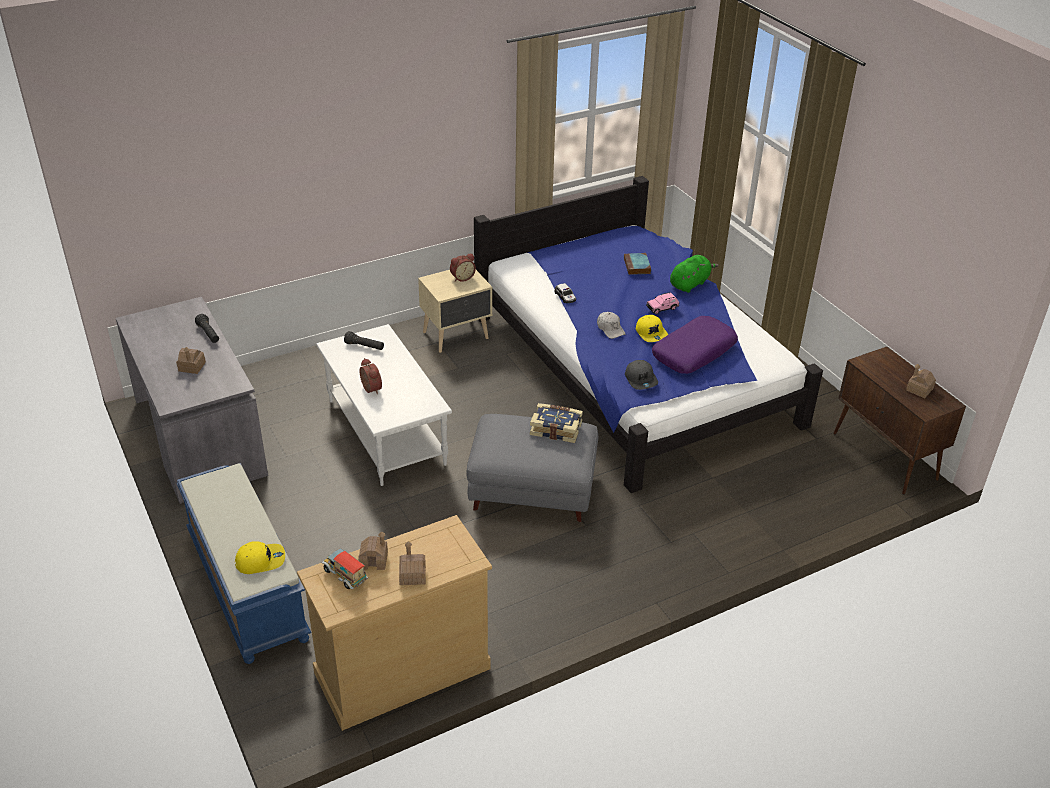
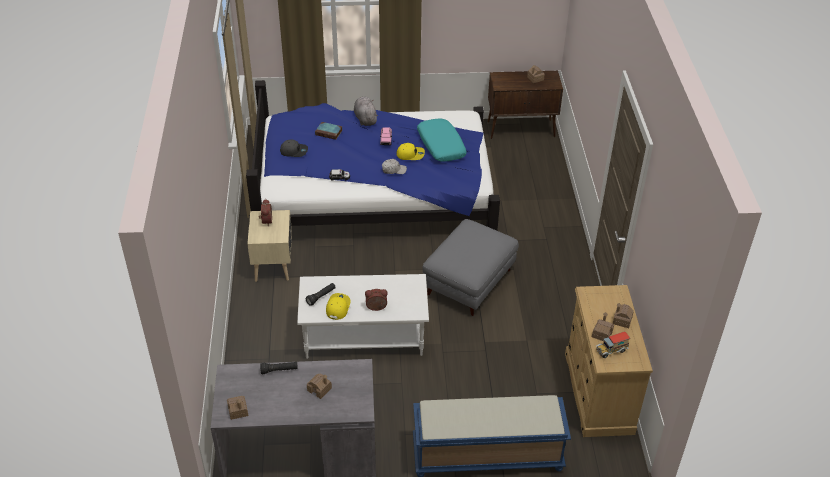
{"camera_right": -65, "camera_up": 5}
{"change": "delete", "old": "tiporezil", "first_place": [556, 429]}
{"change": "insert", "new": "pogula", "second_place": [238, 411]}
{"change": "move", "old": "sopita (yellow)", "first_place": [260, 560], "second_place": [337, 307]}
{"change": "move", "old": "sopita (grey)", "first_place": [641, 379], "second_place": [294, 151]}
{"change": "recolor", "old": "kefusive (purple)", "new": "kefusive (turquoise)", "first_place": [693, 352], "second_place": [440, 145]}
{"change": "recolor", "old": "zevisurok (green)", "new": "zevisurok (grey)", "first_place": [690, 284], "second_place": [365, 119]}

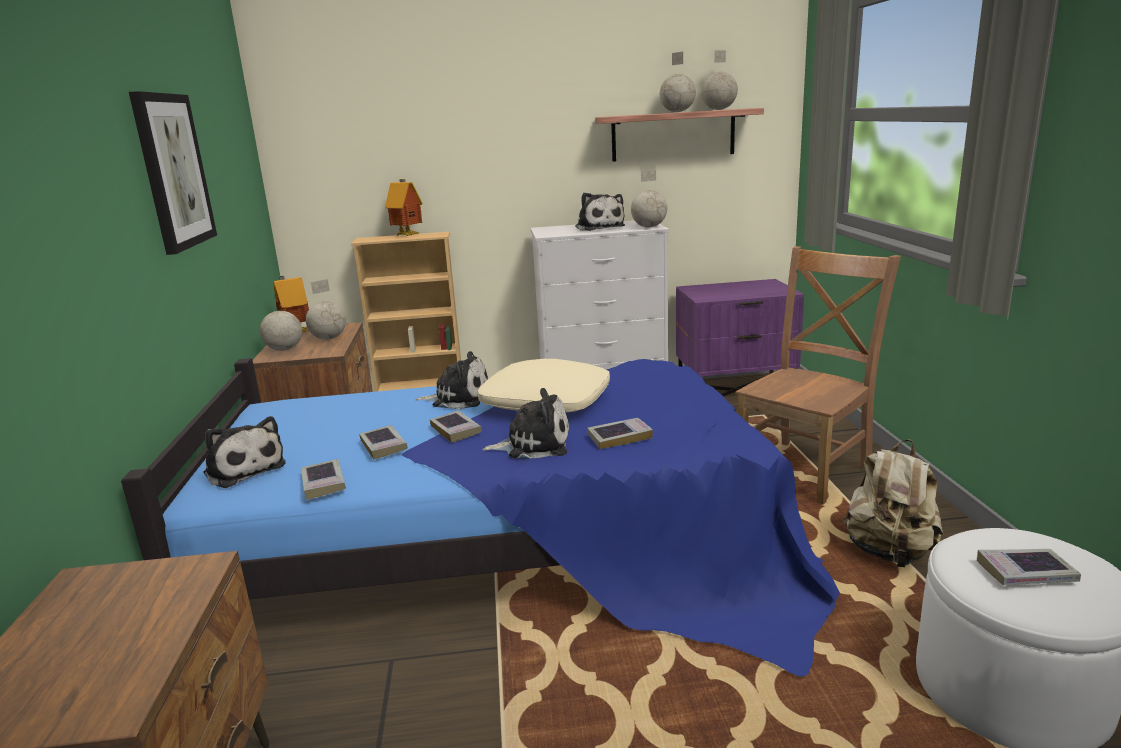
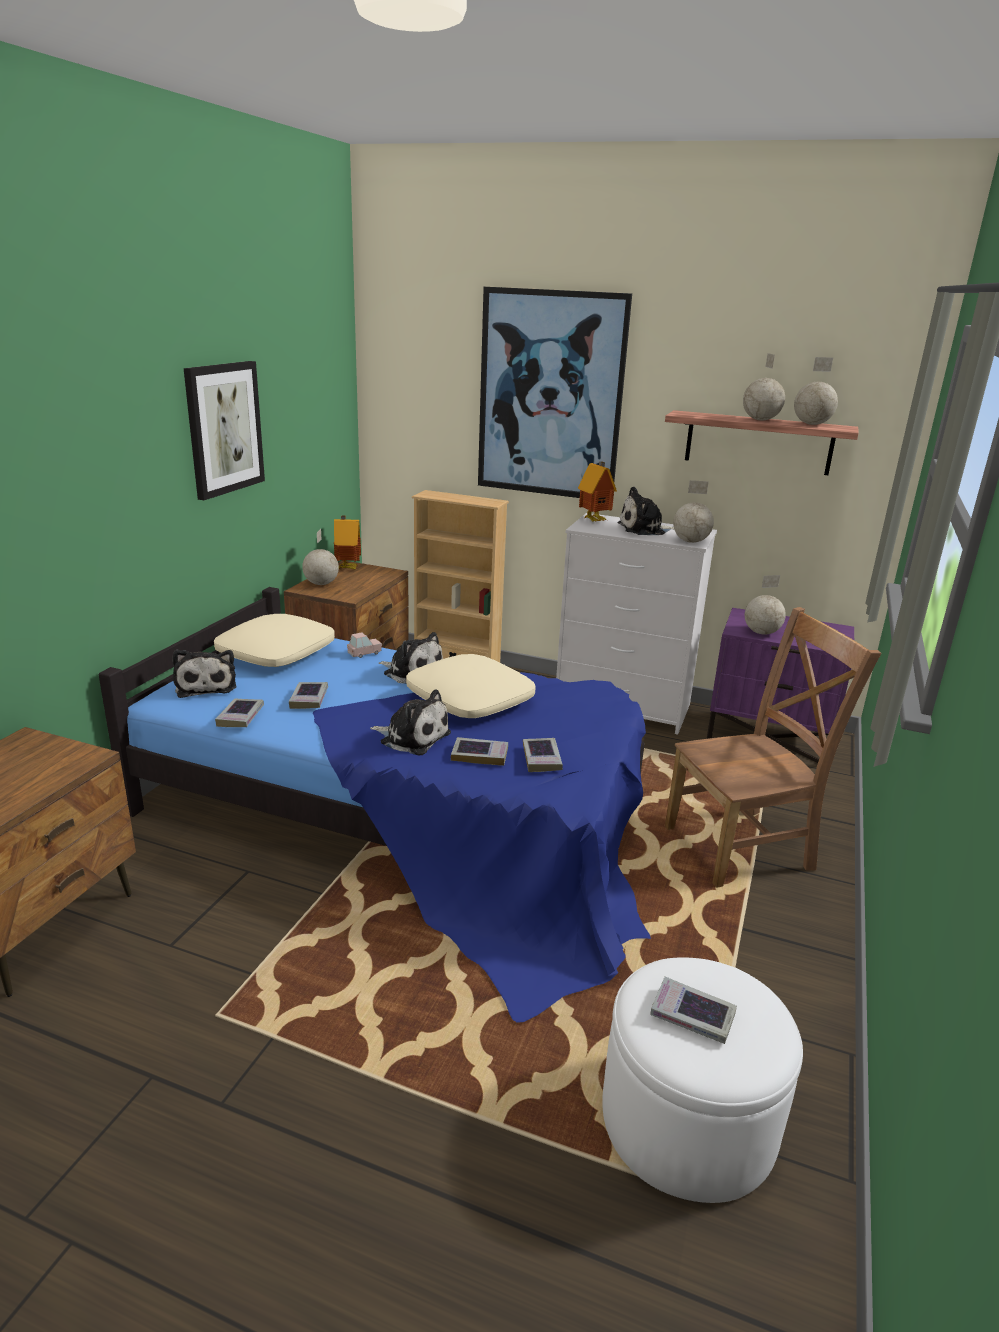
{"camera_right": 25, "camera_up": 5}
{"change": "delete", "old": "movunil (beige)", "first_place": [889, 553]}
{"change": "insert", "new": "kefusive (beige)", "second_place": [276, 653]}
{"change": "insert", "new": "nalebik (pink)", "second_place": [365, 653]}
{"change": "insert", "new": "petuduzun", "second_place": [550, 396]}
{"change": "move", "old": "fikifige", "first_place": [328, 338], "second_place": [761, 633]}
{"change": "move", "old": "pogula", "first_place": [408, 235], "second_place": [595, 520]}
{"change": "move", "old": "tiporezil", "first_place": [456, 430], "second_place": [541, 758]}
{"change": "rotate", "old": "zevisurok", "first_place": [599, 227], "second_place": [644, 529], "degrees": 75}

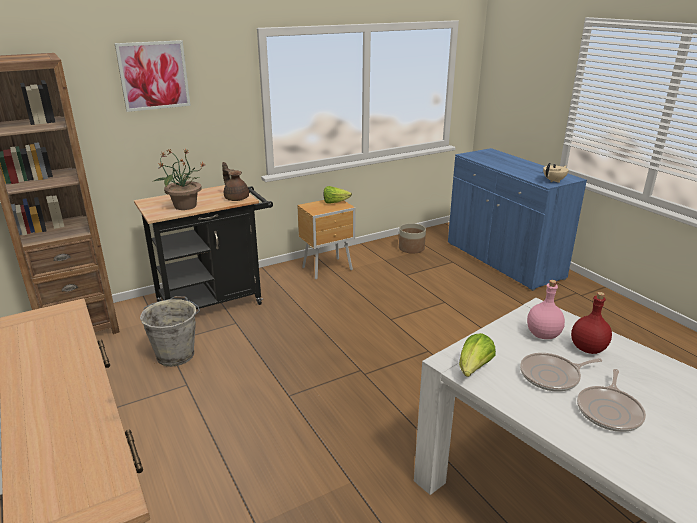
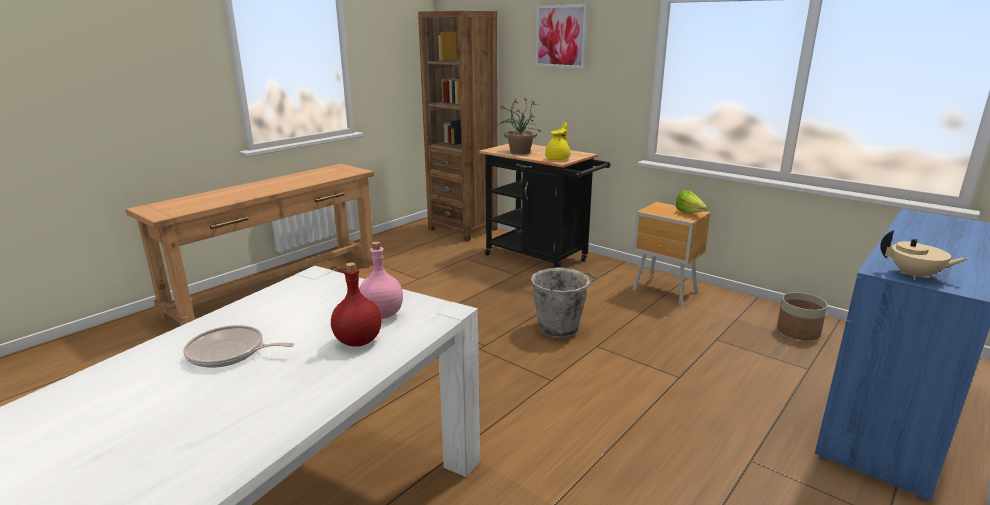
{"camera_right": 70, "camera_up": -5}
{"change": "delete", "old": "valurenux", "first_place": [474, 369]}
{"change": "delete", "old": "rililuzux", "first_place": [552, 376]}
{"change": "move", "old": "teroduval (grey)", "first_place": [176, 354], "second_place": [560, 328]}
{"change": "recolor", "old": "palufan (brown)", "new": "palufan (yellow)", "first_place": [236, 198], "second_place": [558, 159]}

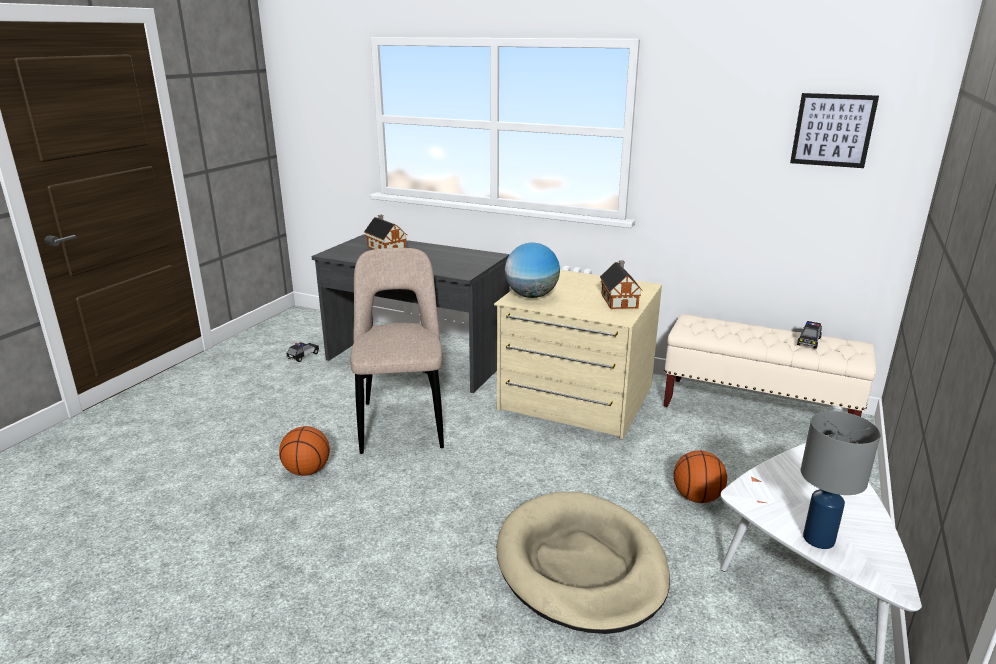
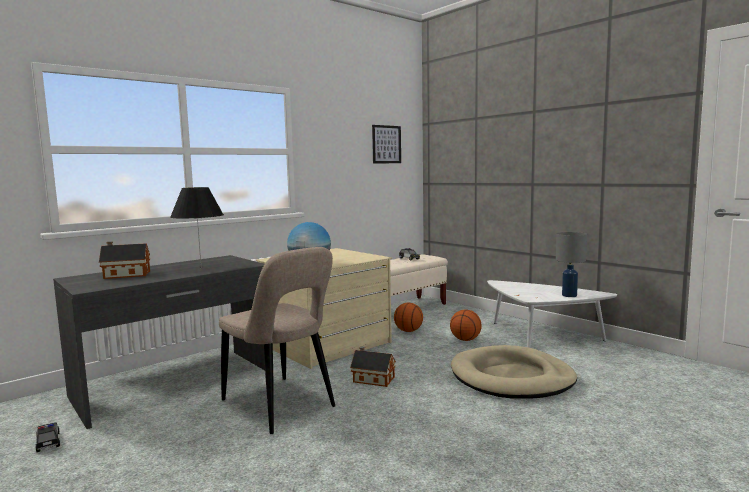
{"camera_right": -65, "camera_up": -15}
{"change": "insert", "new": "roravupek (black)", "second_place": [200, 268]}
{"change": "move", "old": "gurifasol", "first_place": [307, 471], "second_place": [408, 331]}
{"change": "move", "old": "pogula", "first_place": [619, 300], "second_place": [372, 379]}
{"change": "rotate", "old": "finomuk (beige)", "first_place": [402, 422], "second_place": [281, 406], "degrees": -150}

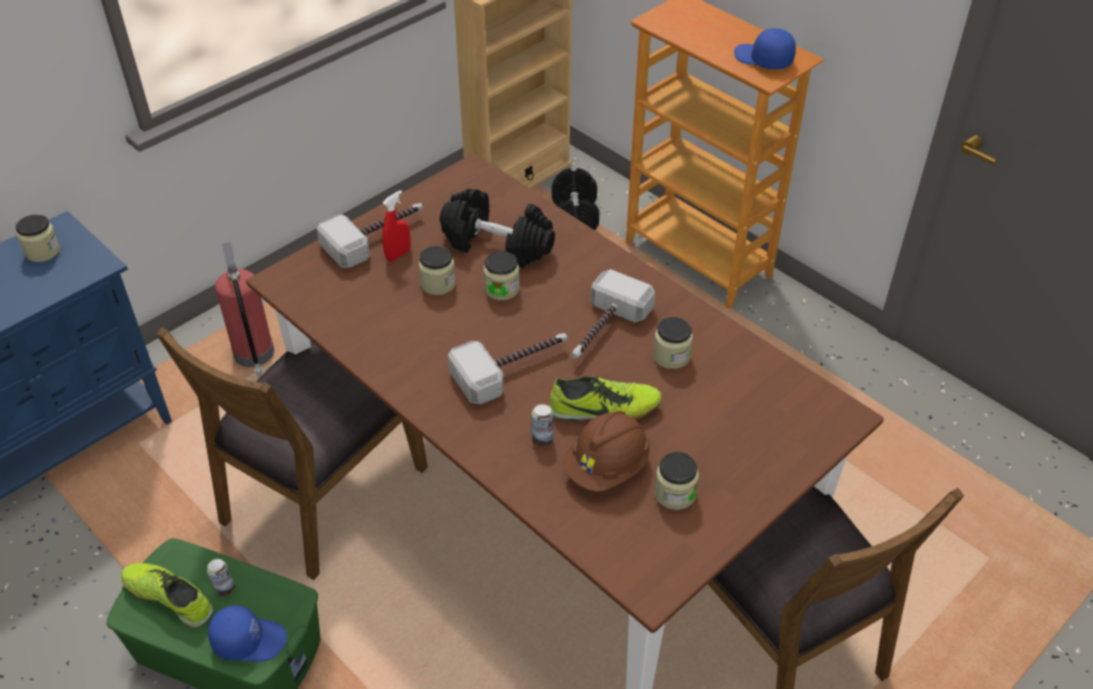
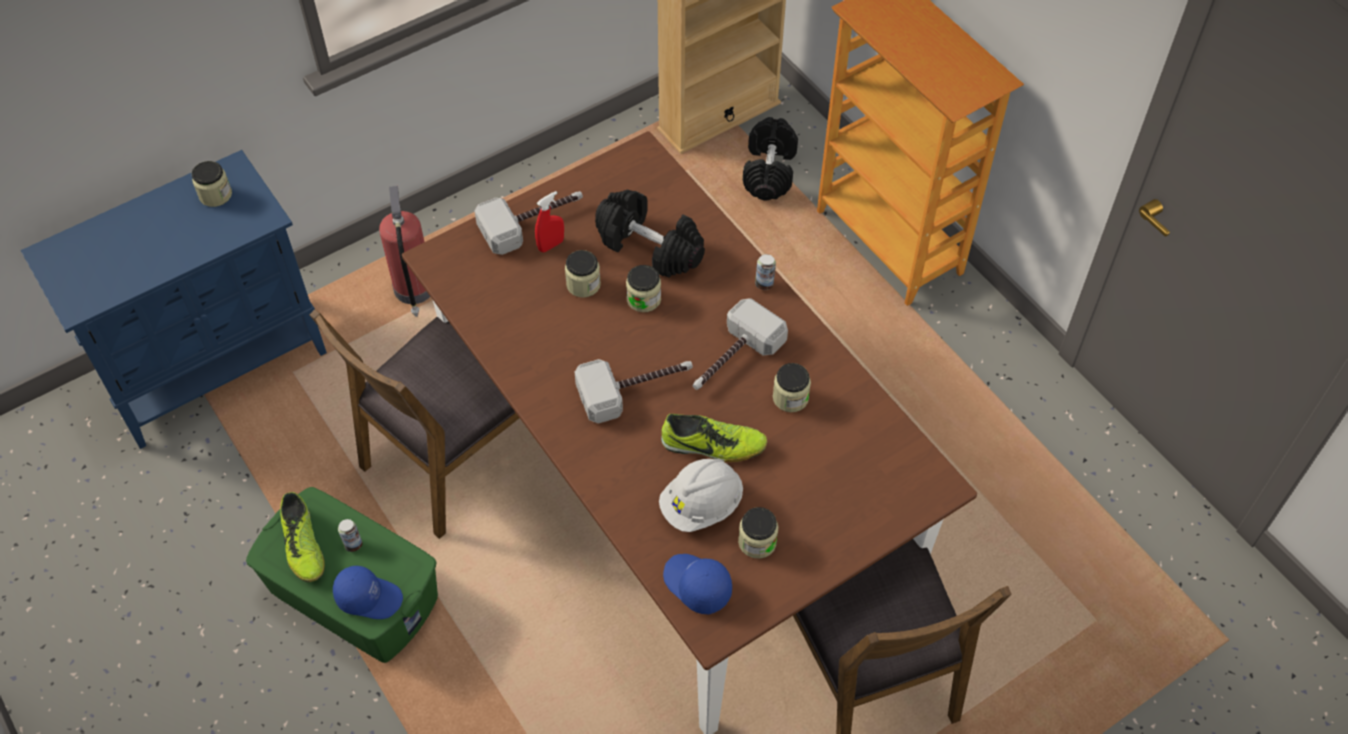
{"camera_right": 10, "camera_up": 10}
{"change": "move", "old": "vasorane", "first_place": [542, 439], "second_place": [764, 283]}
{"change": "move", "old": "sopita (blue)", "first_place": [763, 59], "second_place": [696, 586]}
{"change": "recolor", "old": "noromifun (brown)", "new": "noromifun (white)", "first_place": [607, 467], "second_place": [701, 505]}
{"change": "rotate", "old": "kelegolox", "first_place": [169, 598], "second_place": [303, 545], "degrees": -150}

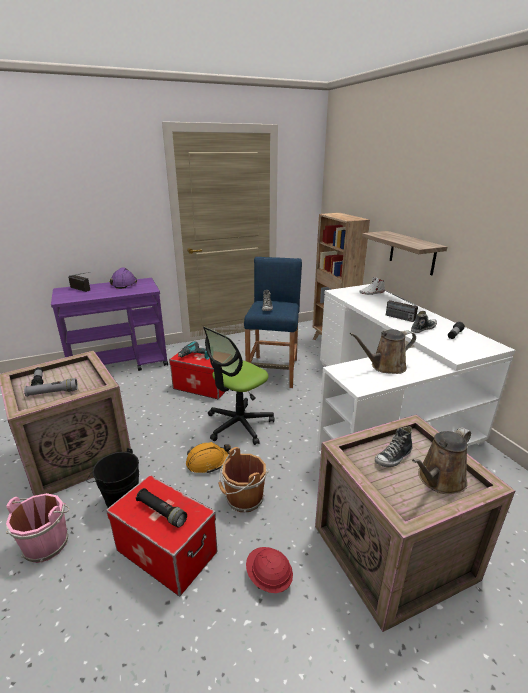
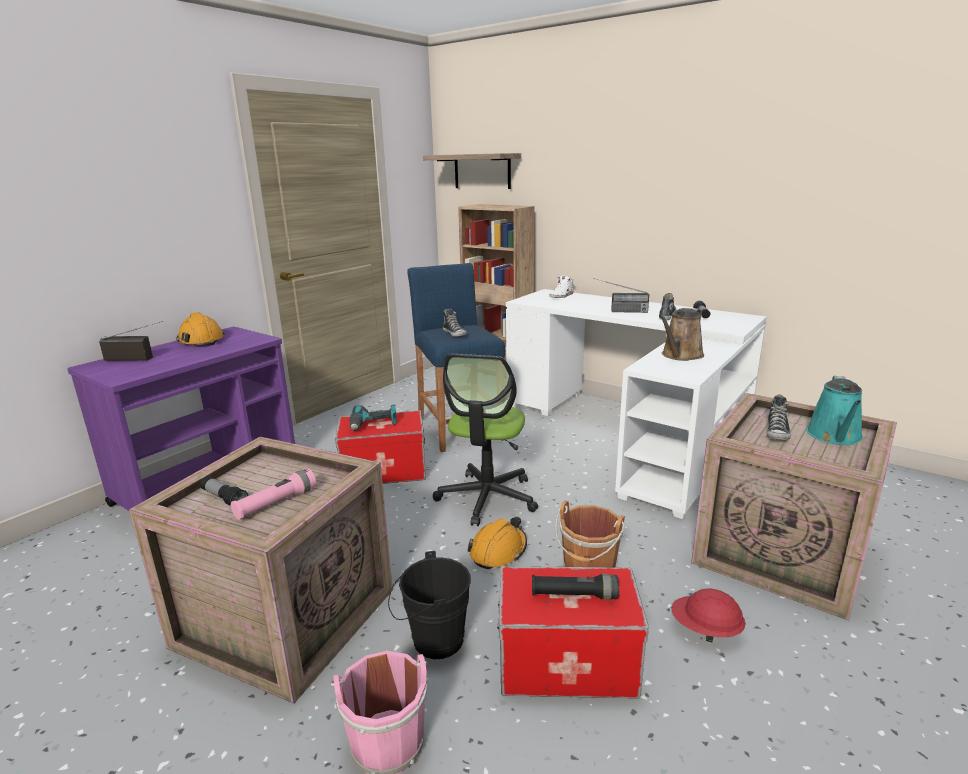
{"camera_right": -30, "camera_up": -5}
{"change": "move", "old": "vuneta", "first_place": [412, 252], "second_place": [482, 171]}
{"change": "recolor", "old": "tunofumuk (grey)", "new": "tunofumuk (pink)", "first_place": [53, 393], "second_place": [276, 503]}
{"change": "recolor", "old": "noromifun (purple)", "new": "noromifun (orange)", "first_place": [124, 284], "second_place": [201, 340]}
{"change": "recolor", "old": "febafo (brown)", "new": "febafo (turquoise)", "first_place": [439, 480], "second_place": [835, 436]}

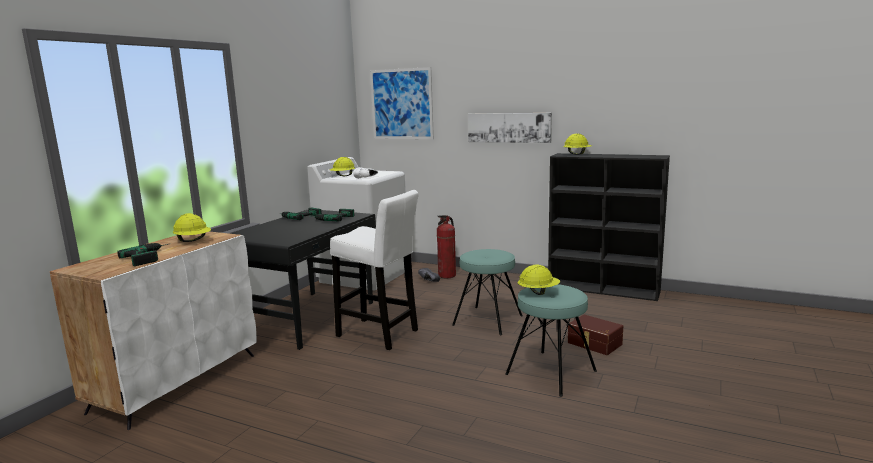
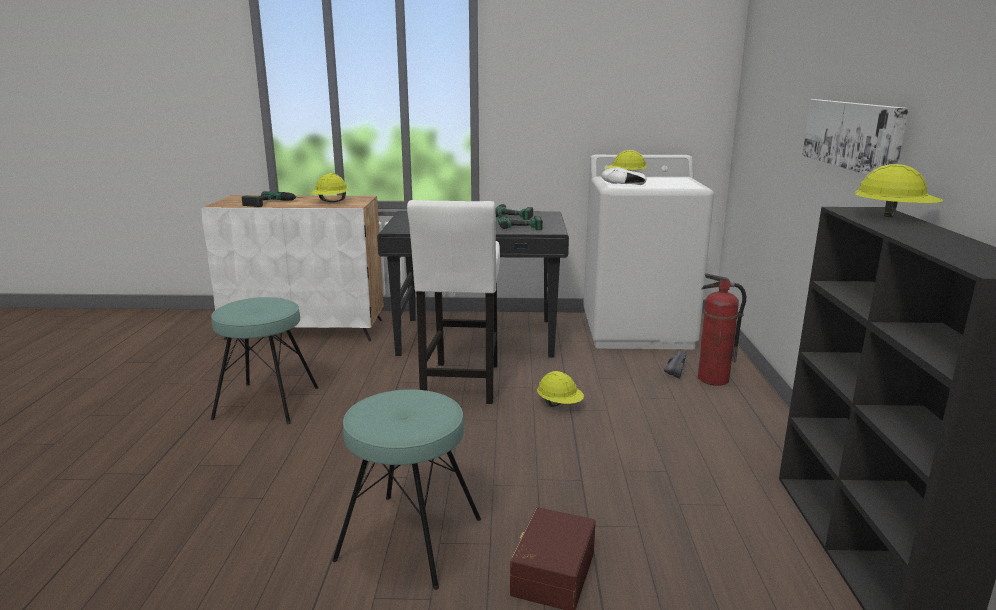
{"camera_right": 65, "camera_up": 5}
{"change": "delete", "old": "petuduzun", "first_place": [401, 104]}
{"change": "move", "old": "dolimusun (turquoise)", "first_place": [487, 320], "second_place": [267, 403]}
{"change": "move", "old": "noromifun (yellow)", "first_place": [538, 292], "second_place": [560, 404]}

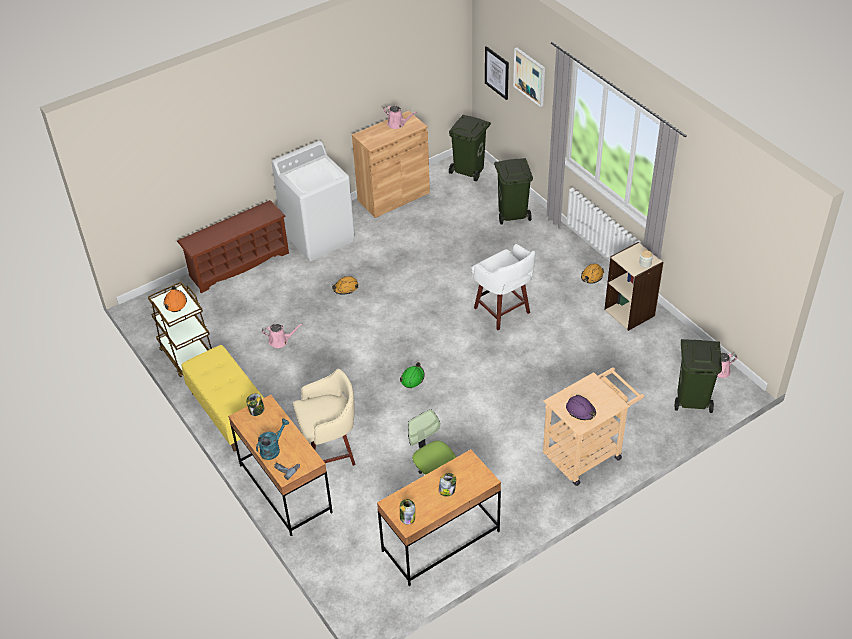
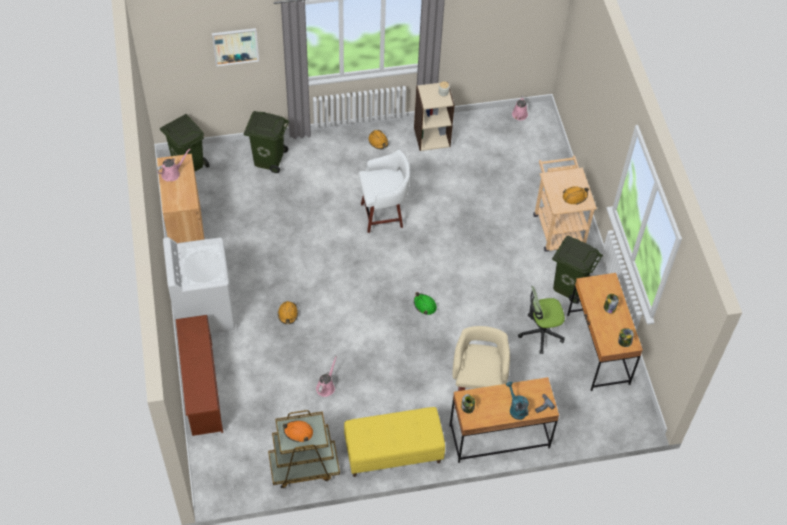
{"camera_right": -70, "camera_up": 10}
{"change": "delete", "old": "petuduzun", "first_place": [497, 72]}
{"change": "move", "old": "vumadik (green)", "first_place": [693, 399], "second_place": [569, 286]}
{"change": "recolor", "old": "noromifun (purple)", "new": "noromifun (orange)", "first_place": [580, 411], "second_place": [574, 197]}

